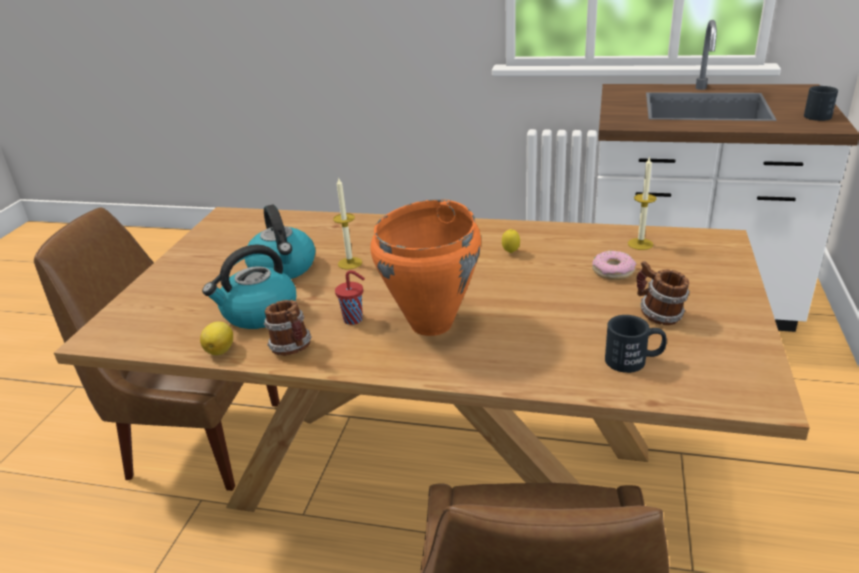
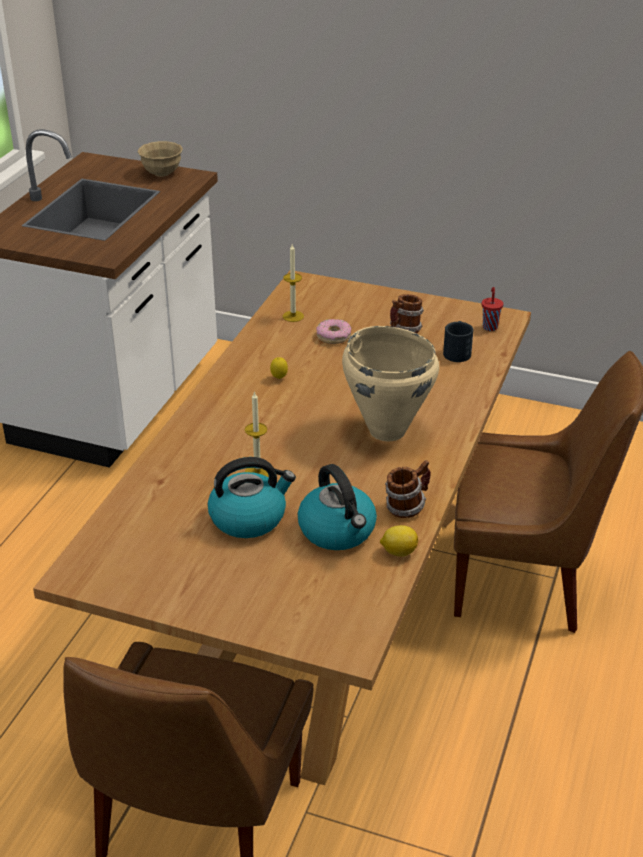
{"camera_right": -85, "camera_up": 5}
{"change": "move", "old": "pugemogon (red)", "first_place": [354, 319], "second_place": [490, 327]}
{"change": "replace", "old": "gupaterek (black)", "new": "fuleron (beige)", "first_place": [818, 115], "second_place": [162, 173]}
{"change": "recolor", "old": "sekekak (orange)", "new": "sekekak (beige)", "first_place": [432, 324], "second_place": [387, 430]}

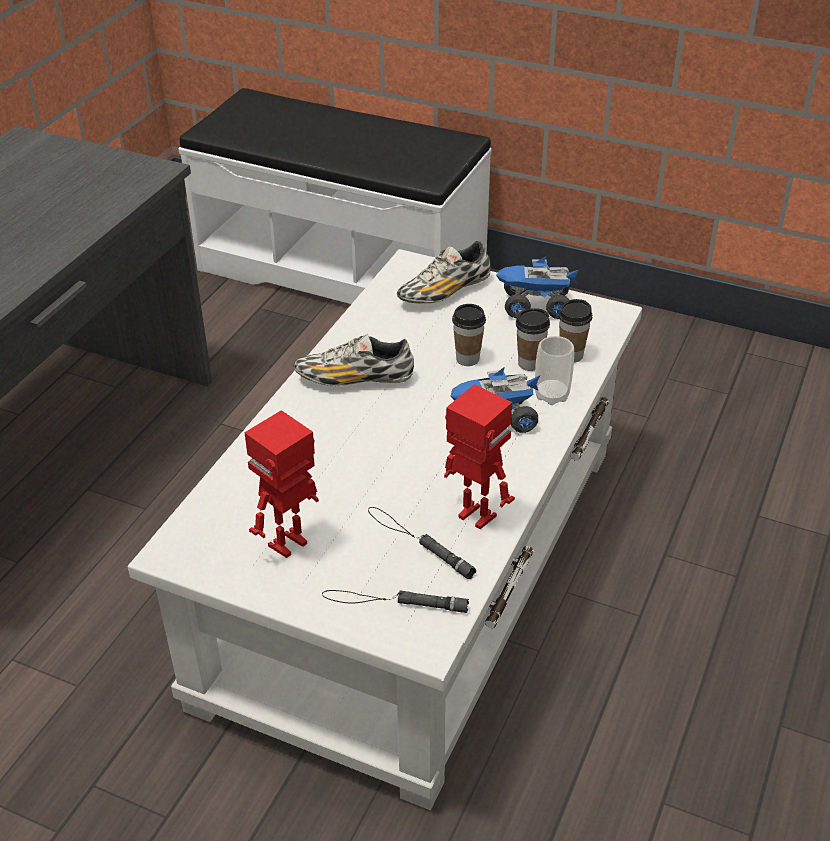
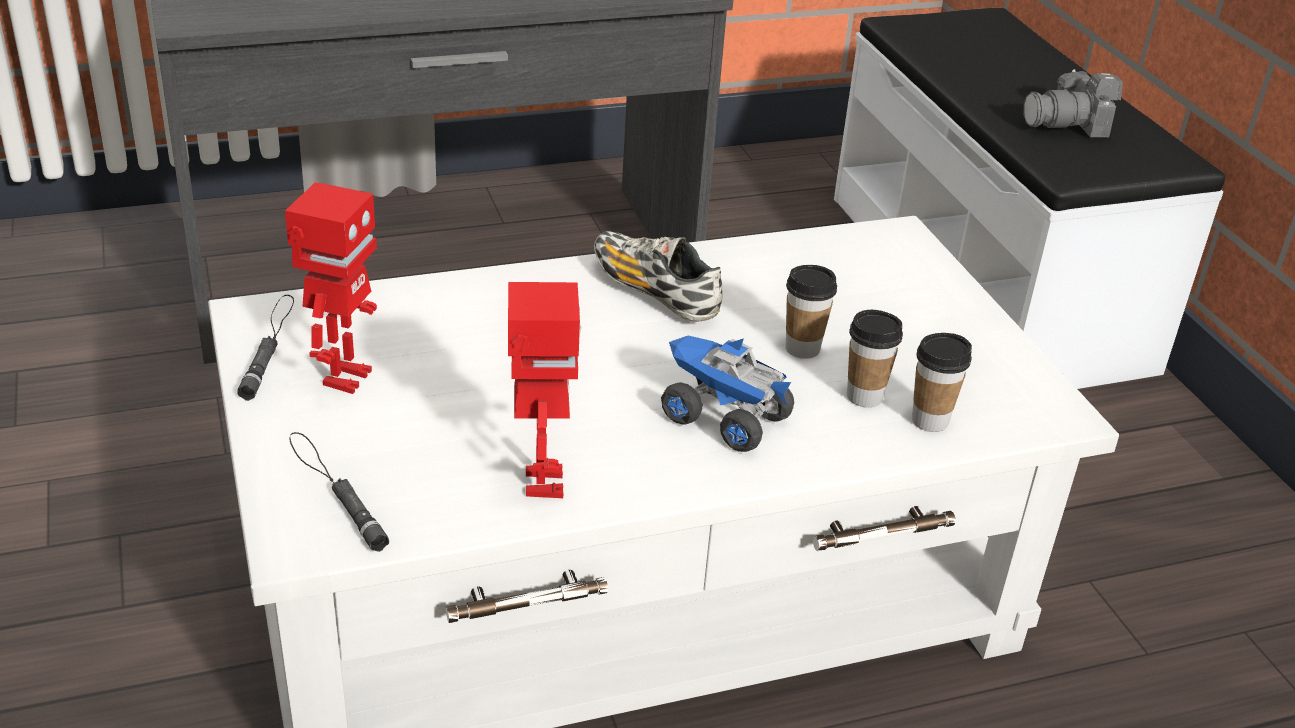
{"camera_right": 45, "camera_up": -5}
{"change": "delete", "old": "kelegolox", "first_place": [444, 292]}
{"change": "delete", "old": "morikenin", "first_place": [535, 307]}
{"change": "delete", "old": "pugemogon", "first_place": [551, 395]}
{"change": "insert", "new": "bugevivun", "second_place": [1069, 124]}
{"change": "move", "old": "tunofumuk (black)", "first_place": [418, 542], "second_place": [268, 346]}
{"change": "rotate", "old": "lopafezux", "first_place": [290, 545], "second_place": [344, 378], "degrees": 105}

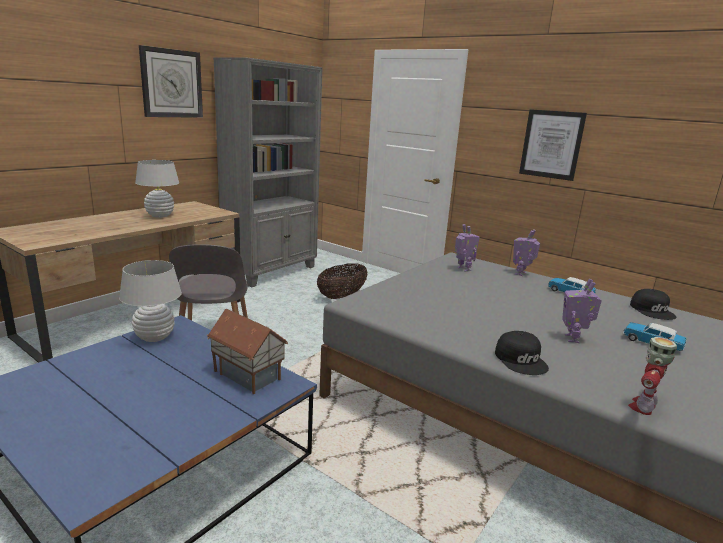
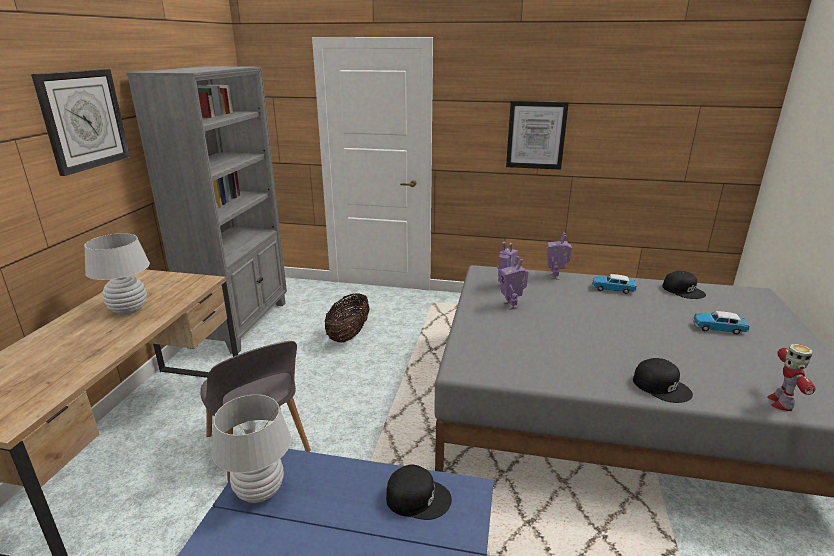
{"camera_right": -25, "camera_up": 5}
{"change": "move", "old": "lopafezux", "first_place": [573, 339], "second_place": [511, 305]}
{"change": "replace", "old": "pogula", "new": "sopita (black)", "first_place": [248, 374], "second_place": [417, 497]}

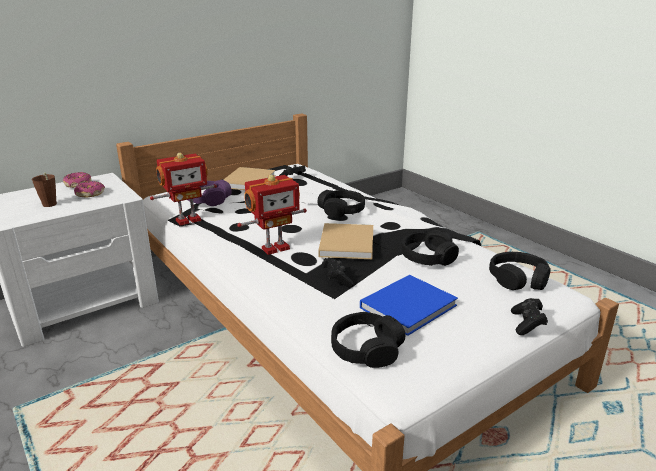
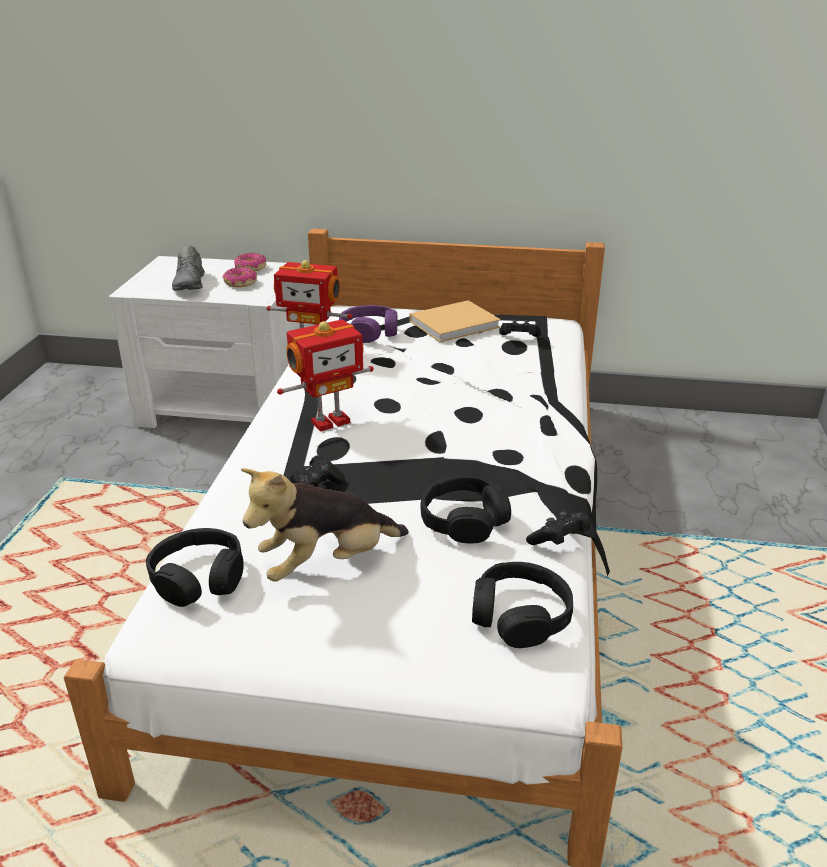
{"camera_right": 45, "camera_up": 5}
{"change": "delete", "old": "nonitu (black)", "first_place": [342, 210]}
{"change": "delete", "old": "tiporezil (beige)", "first_place": [347, 242]}
{"change": "move", "old": "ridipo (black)", "first_place": [527, 324], "second_place": [558, 540]}
{"change": "replace", "old": "pugemogon (brown)", "new": "kelegolox (grey)", "first_place": [49, 205], "second_place": [190, 284]}
{"change": "replace", "old": "tiporezil (blue)", "new": "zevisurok", "first_place": [410, 305], "second_place": [326, 563]}
{"change": "rotate", "old": "lopafezux", "first_place": [274, 248], "second_place": [329, 421], "degrees": -45}

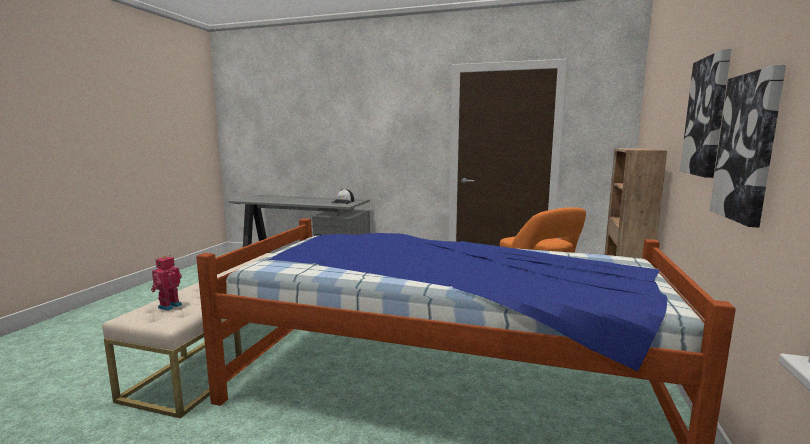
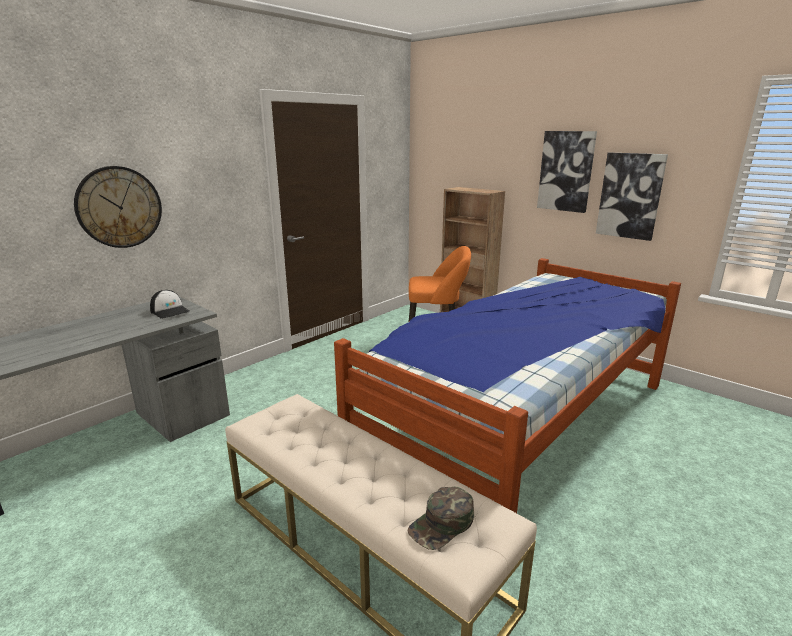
{"camera_right": -65, "camera_up": 10}
{"change": "insert", "new": "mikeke", "second_place": [119, 207]}
{"change": "replace", "old": "lopafezux", "new": "sopita (green)", "first_place": [169, 306], "second_place": [442, 524]}

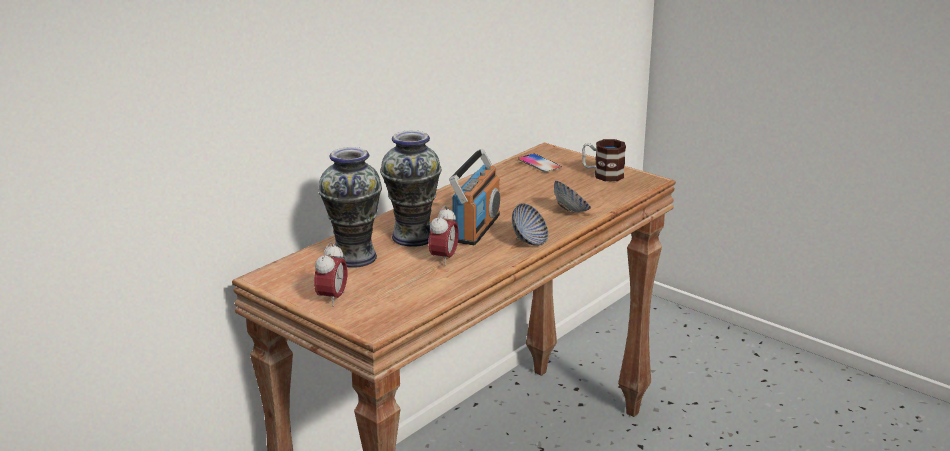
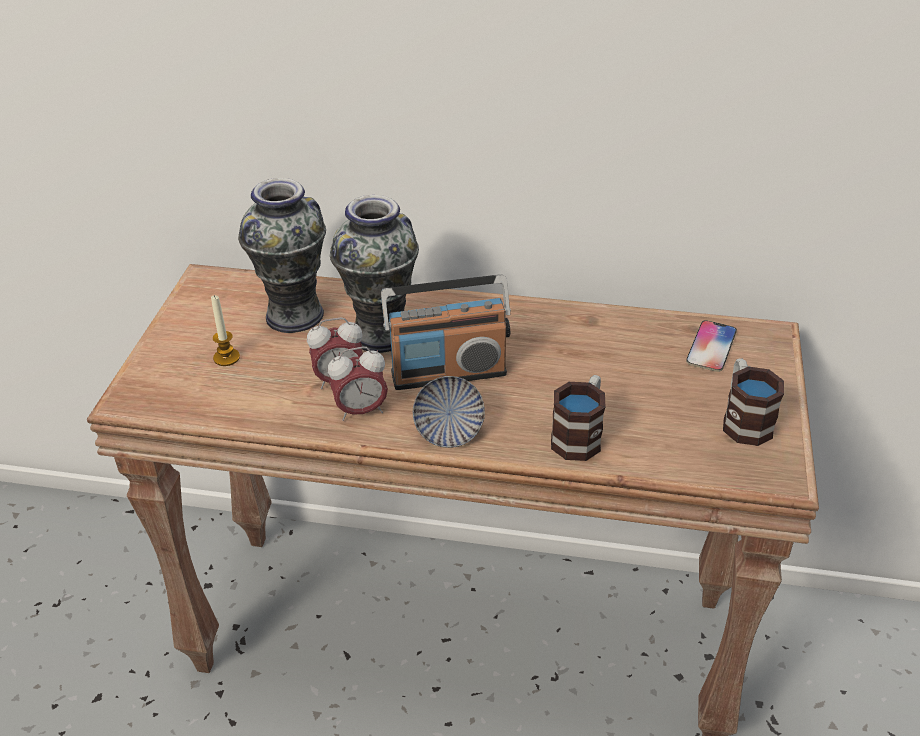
{"camera_right": 60, "camera_up": 15}
{"change": "insert", "new": "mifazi", "second_place": [226, 358]}
{"change": "move", "old": "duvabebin", "first_place": [332, 299], "second_place": [360, 411]}
{"change": "replace", "old": "fuleron", "new": "gupaterek", "first_place": [571, 211], "second_place": [580, 435]}

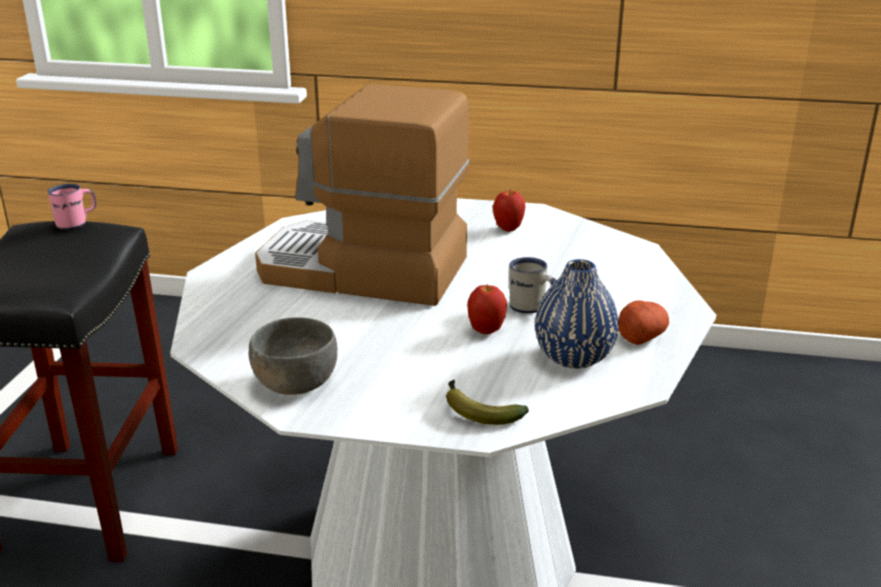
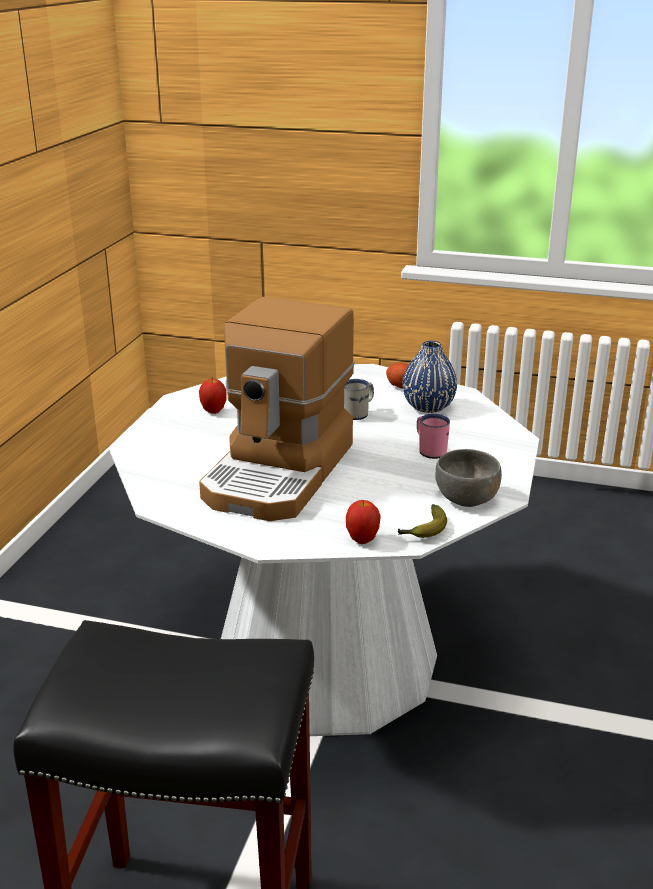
{"camera_right": -85, "camera_up": 0}
{"change": "move", "old": "gupaterek (pink)", "first_place": [77, 223], "second_place": [430, 450]}
{"change": "move", "old": "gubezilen", "first_place": [478, 410], "second_place": [424, 530]}
{"change": "move", "old": "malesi", "first_place": [486, 331], "second_place": [362, 540]}

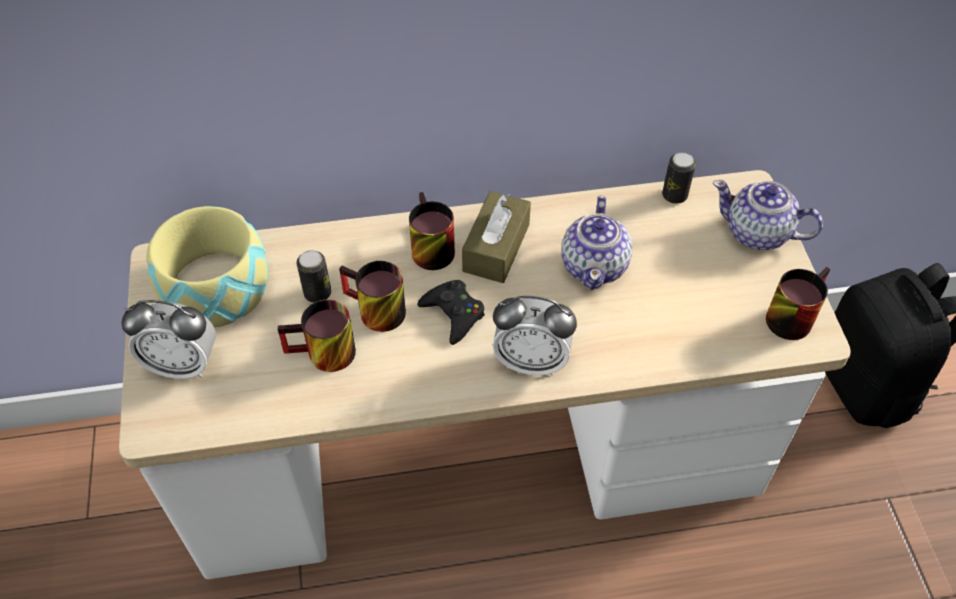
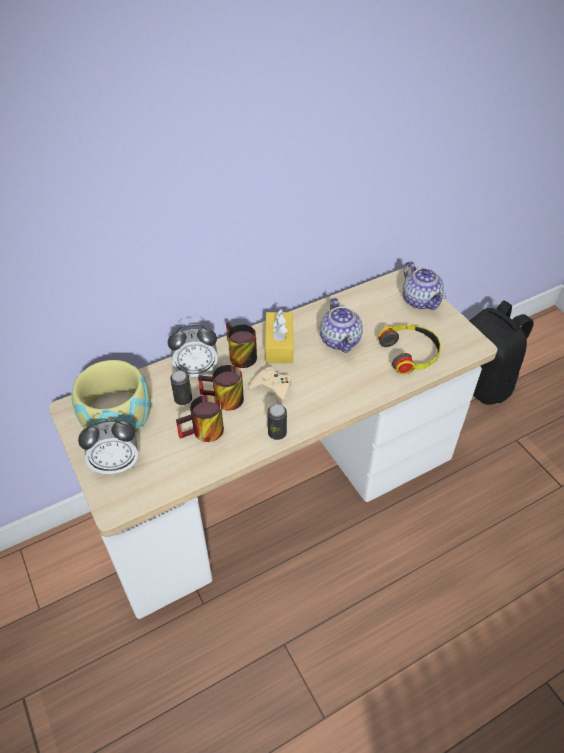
{"camera_right": -20, "camera_up": -5}
{"change": "delete", "old": "gupaterek", "first_place": [790, 313]}
{"change": "insert", "new": "nonitu", "second_place": [410, 353]}
{"change": "move", "old": "duvabebin", "first_place": [531, 361], "second_place": [196, 370]}
{"change": "move", "old": "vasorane", "first_place": [674, 195], "second_place": [277, 433]}
{"change": "recolor", "old": "ridipo (black)", "new": "ridipo (beige)", "first_place": [453, 314], "second_place": [272, 388]}
{"change": "recolor", "old": "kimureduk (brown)", "new": "kimureduk (yellow)", "first_place": [496, 248], "second_place": [279, 345]}
{"change": "rotate", "old": "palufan", "first_place": [758, 233], "second_place": [420, 300], "degrees": -120}

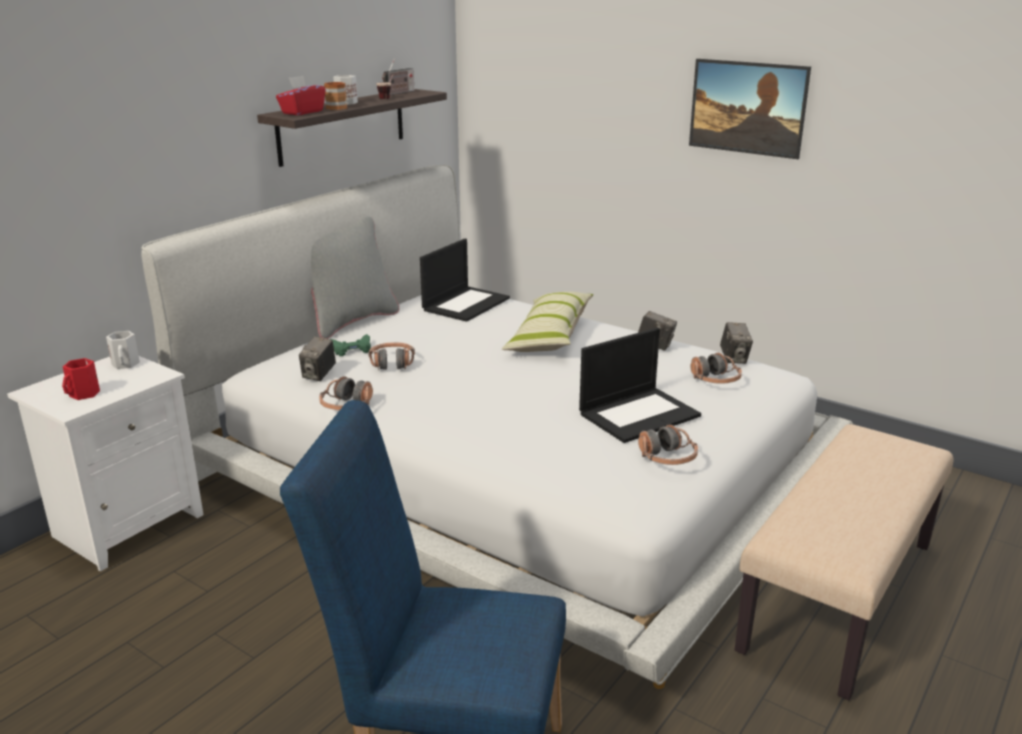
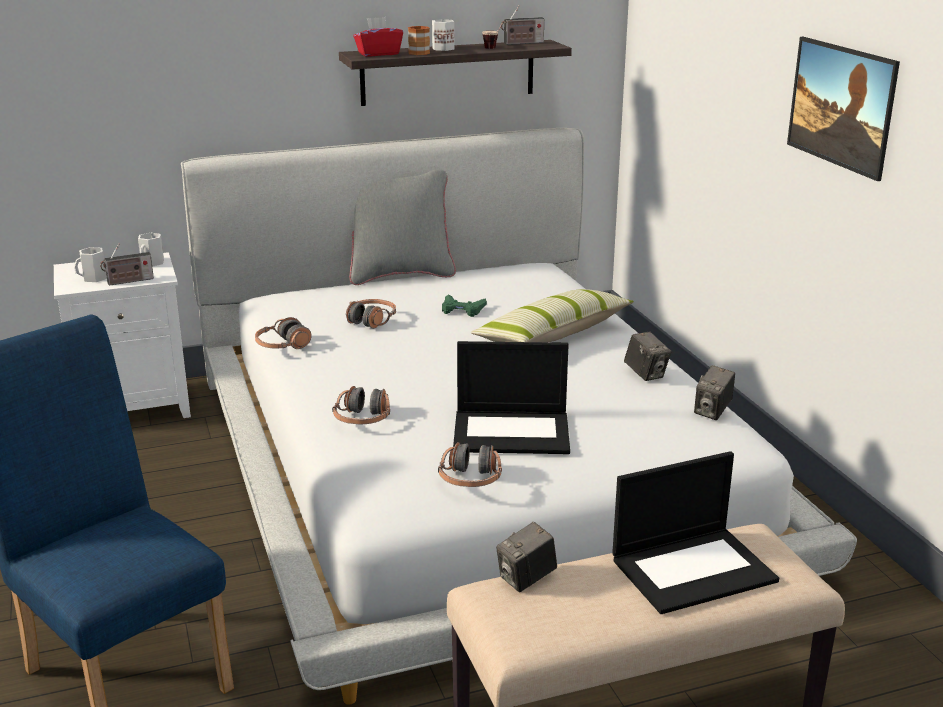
{"camera_right": 35, "camera_up": 0}
{"change": "insert", "new": "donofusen", "second_place": [128, 281]}
{"change": "move", "old": "bugevivun", "first_place": [319, 375], "second_place": [526, 579]}
{"change": "move", "old": "ridipo (green)", "first_place": [351, 349], "second_place": [462, 310]}
{"change": "move", "old": "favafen", "first_place": [466, 304], "second_place": [694, 569]}
{"change": "move", "old": "nonitu", "first_place": [715, 380], "second_place": [363, 419]}
{"change": "recolor", "old": "gupaterek (red)", "new": "gupaterek (white)", "first_place": [84, 394], "second_place": [94, 278]}

